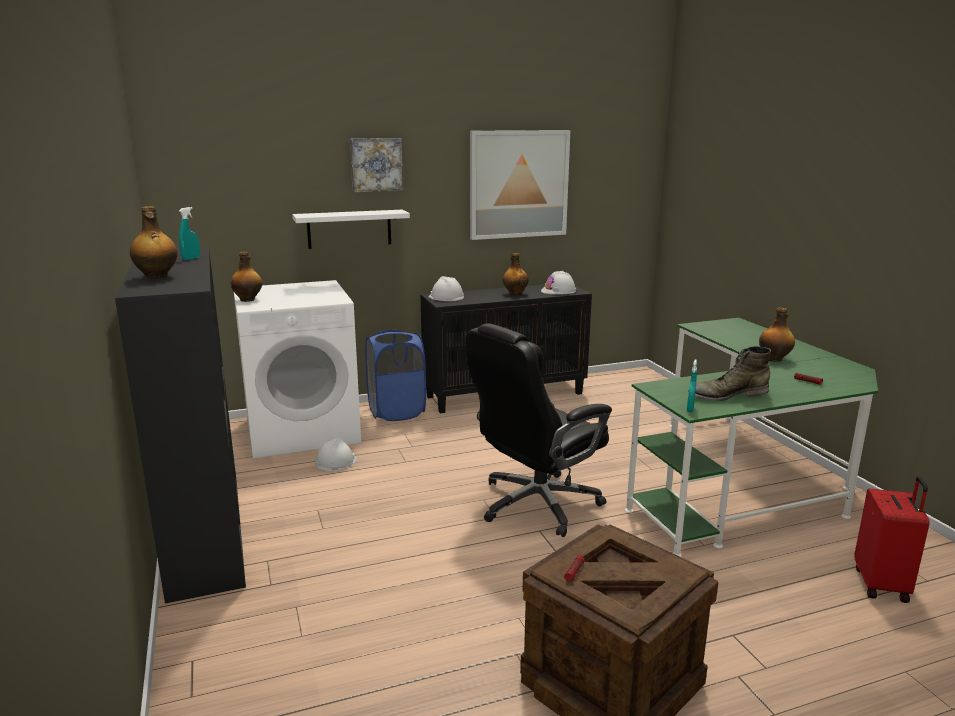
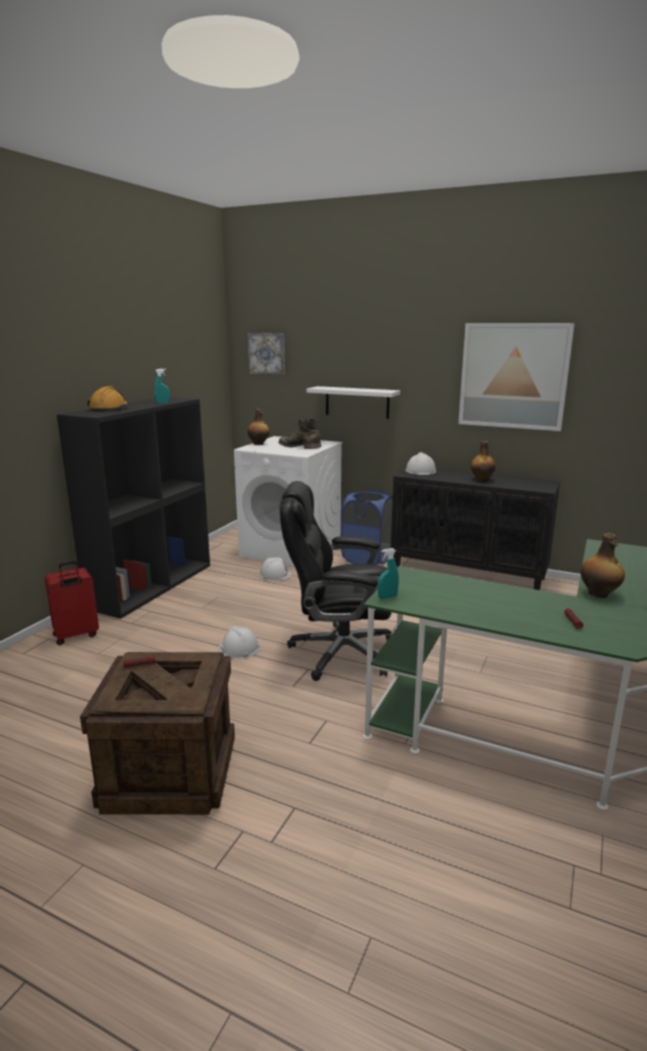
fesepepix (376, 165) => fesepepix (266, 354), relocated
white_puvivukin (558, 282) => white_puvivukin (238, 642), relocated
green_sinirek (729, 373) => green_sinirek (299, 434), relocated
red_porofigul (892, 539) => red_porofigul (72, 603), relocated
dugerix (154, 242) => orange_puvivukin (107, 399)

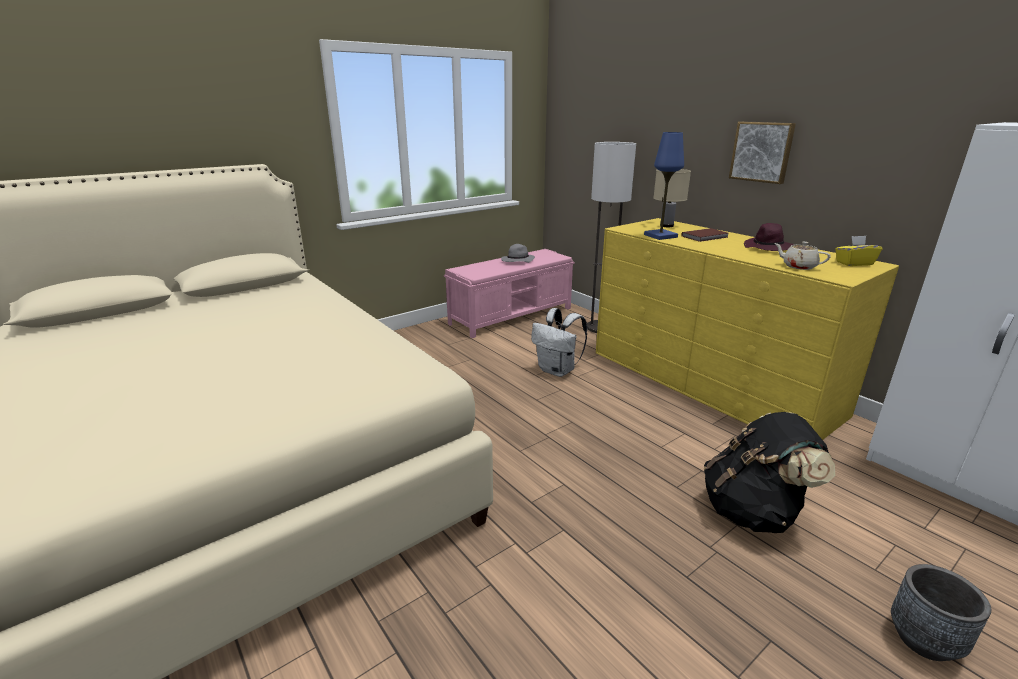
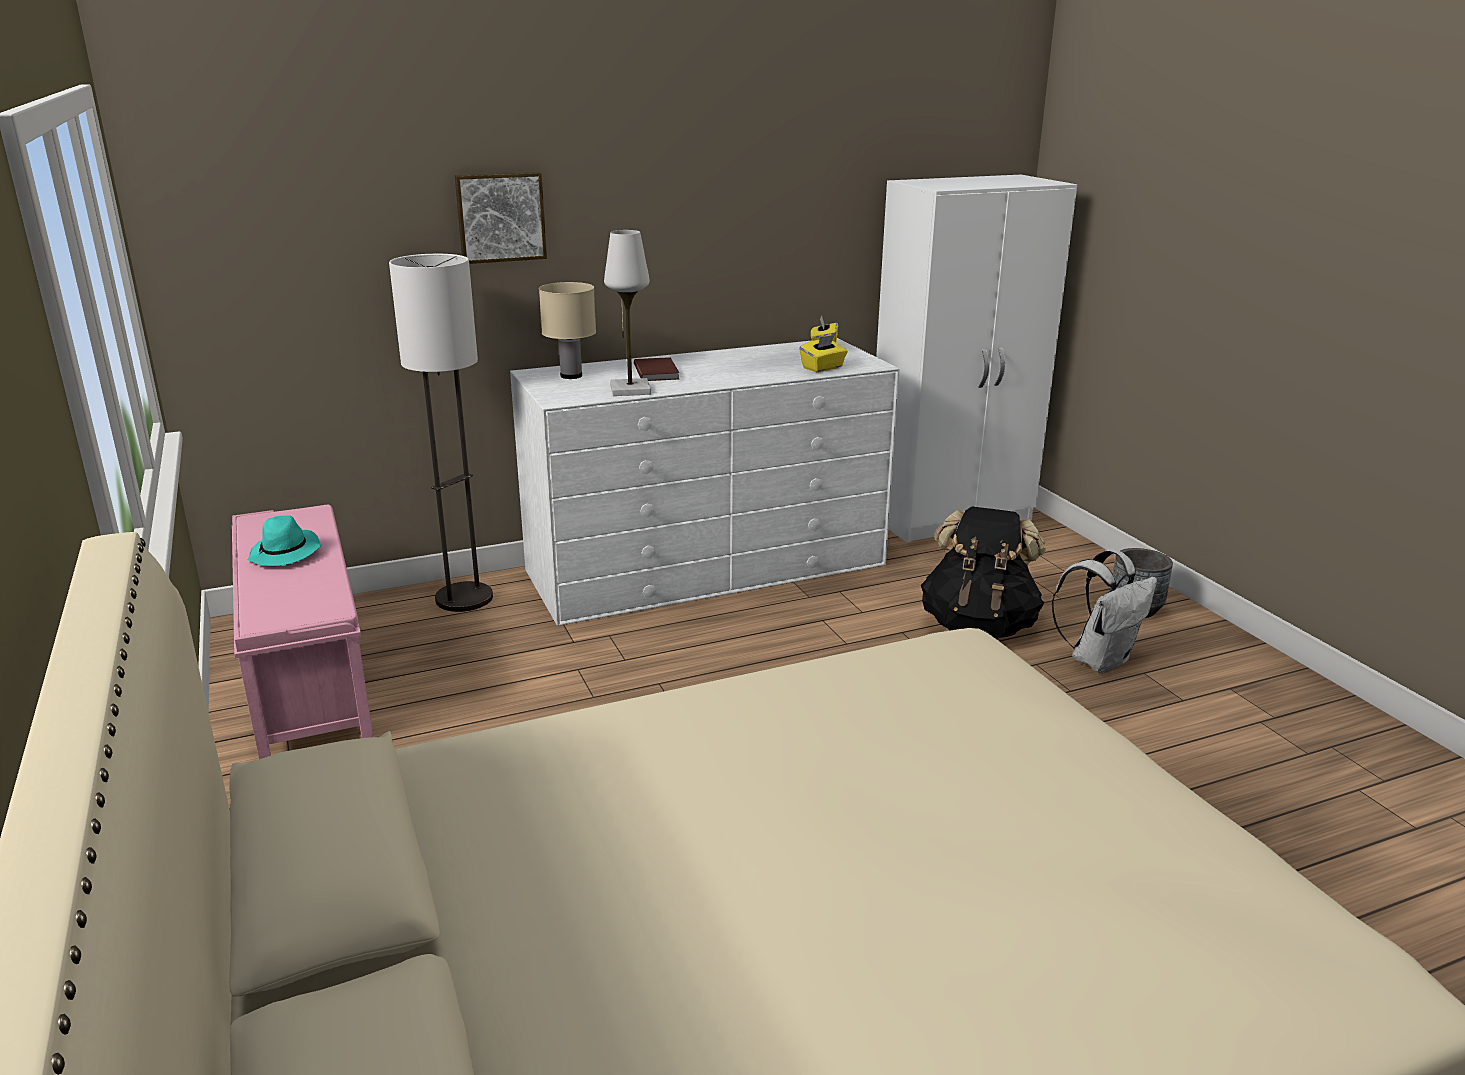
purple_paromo (769, 237) => nothing
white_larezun (559, 342) => white_larezun (1104, 611), relocated
fesepepix (762, 152) => fesepepix (501, 218), relocated
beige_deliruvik (802, 256) => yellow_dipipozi (823, 353)
grey_paromo (518, 253) => turquoise_paromo (284, 540)
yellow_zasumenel (747, 329) => white_zasumenel (705, 482)
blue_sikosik (664, 186) => white_sikosik (627, 313)

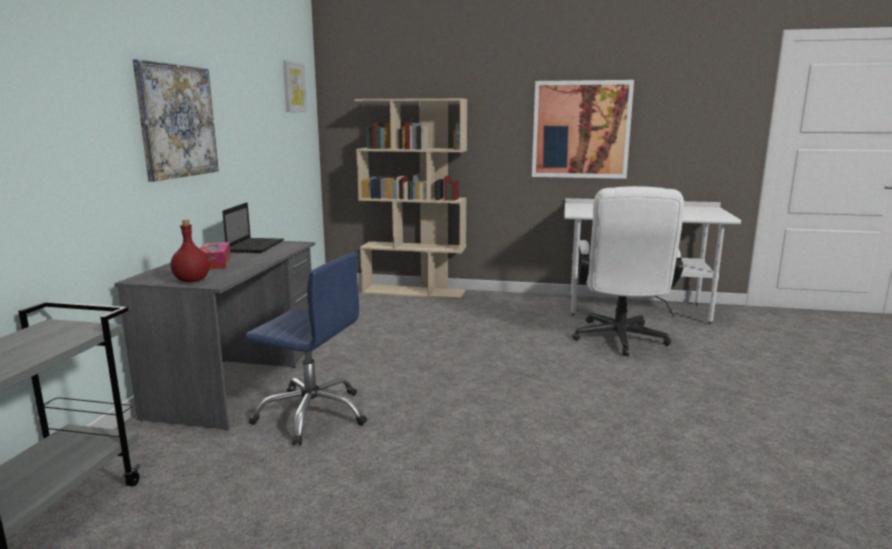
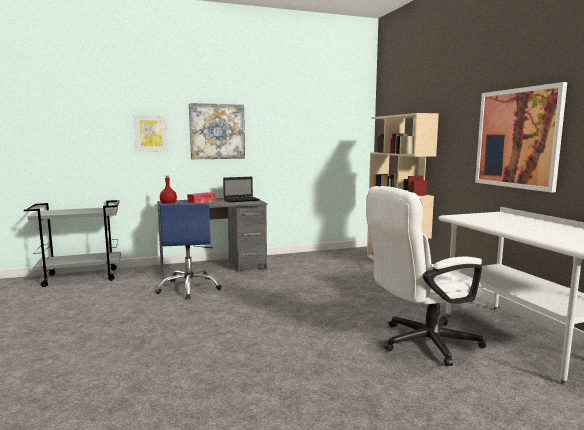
fesepepix (295, 86) => fesepepix (150, 133), relocated

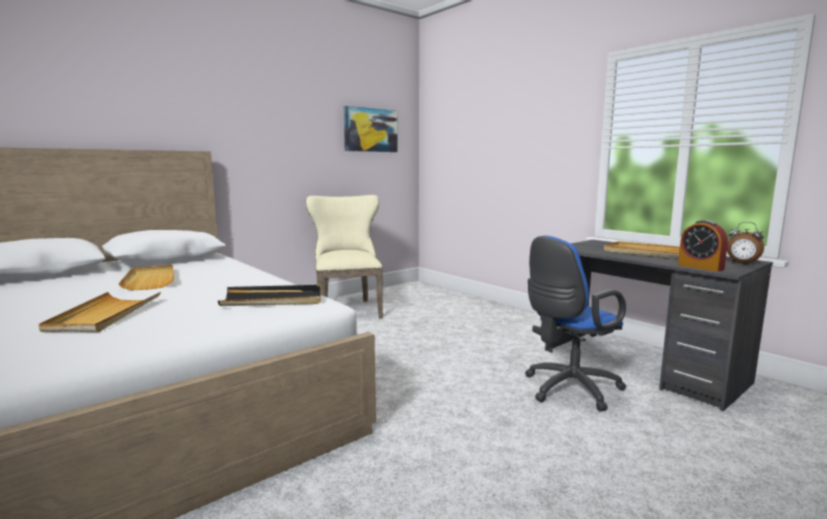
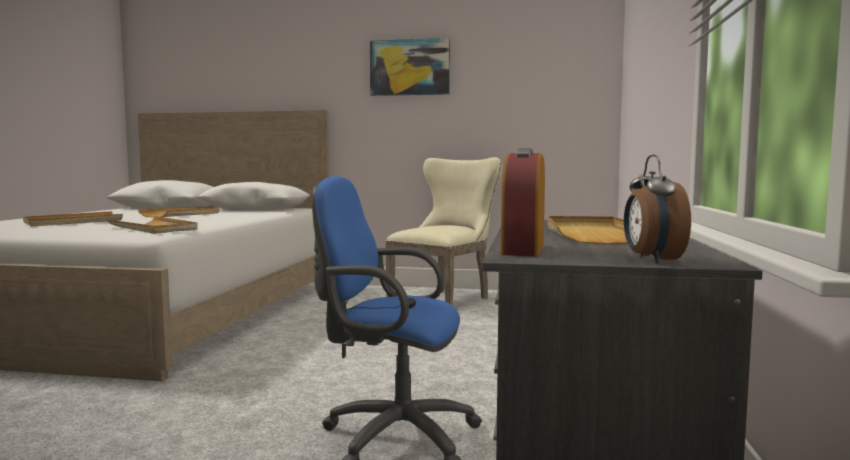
fesepepix (371, 129) => fesepepix (410, 67), relocated
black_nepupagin (269, 295) => beige_nepupagin (152, 225)

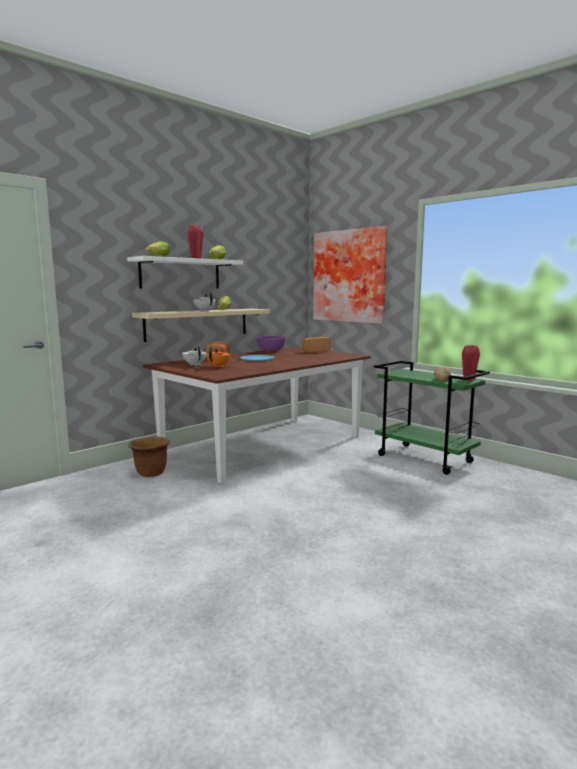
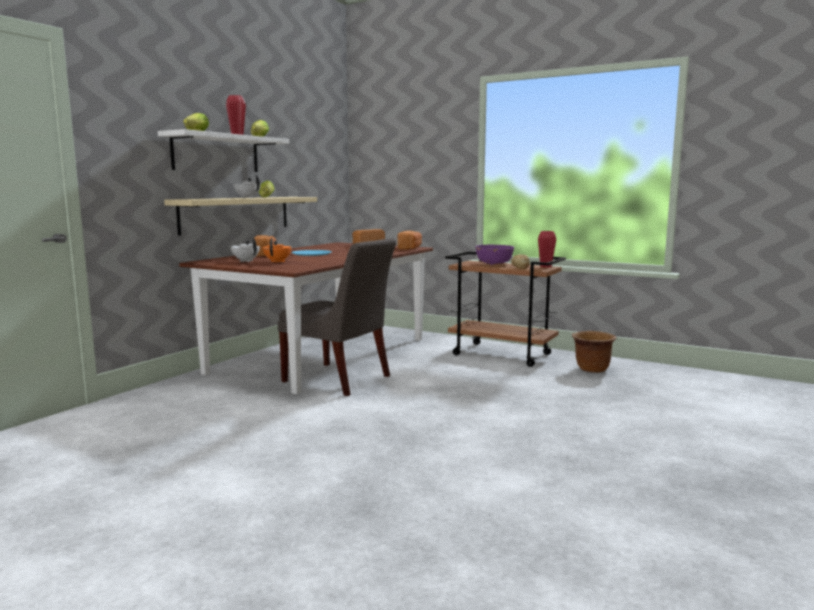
fesepepix (350, 275) => nothing
nothing => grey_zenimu (337, 317)
nothing => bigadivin (409, 240)
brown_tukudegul (149, 457) => brown_tukudegul (594, 352), relocated
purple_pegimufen (271, 344) => purple_pegimufen (495, 255), relocated
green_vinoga (432, 418) => brown_vinoga (505, 309)

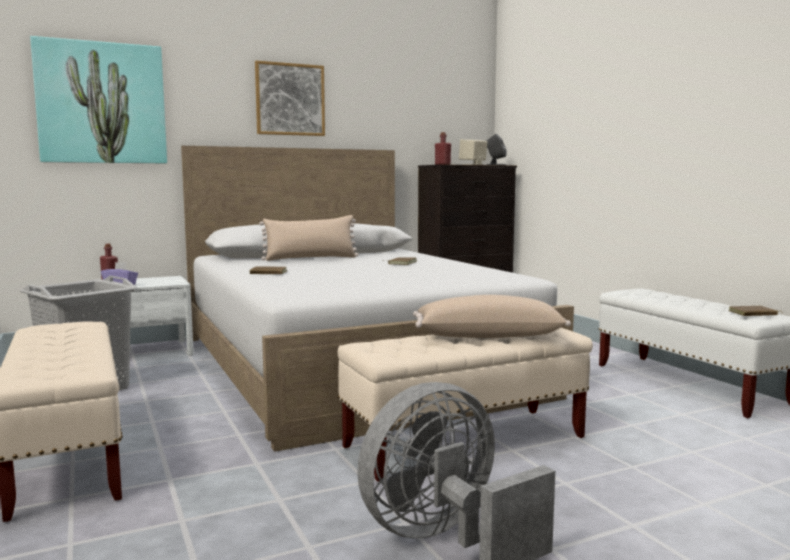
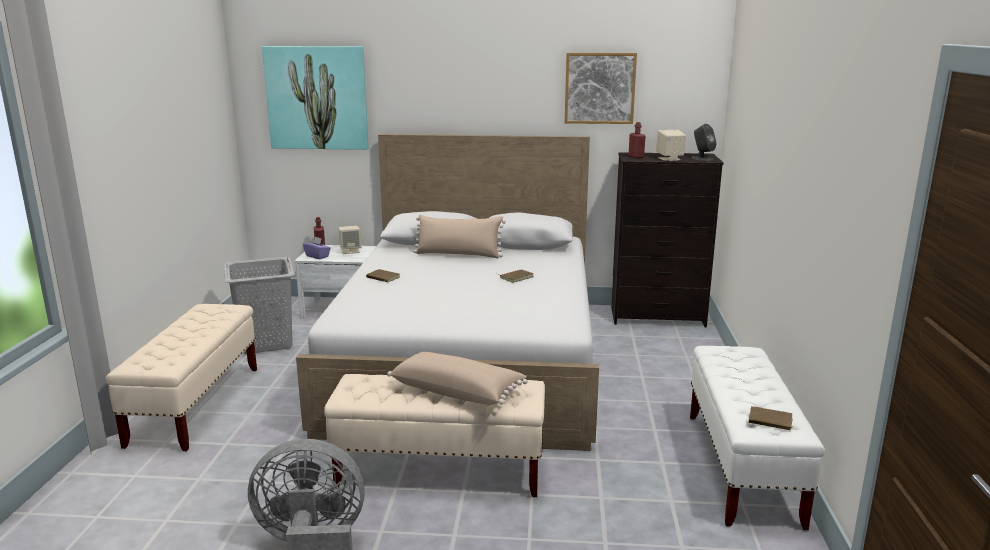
nothing => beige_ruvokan (350, 240)
fesepepix (290, 98) => fesepepix (601, 88), relocated

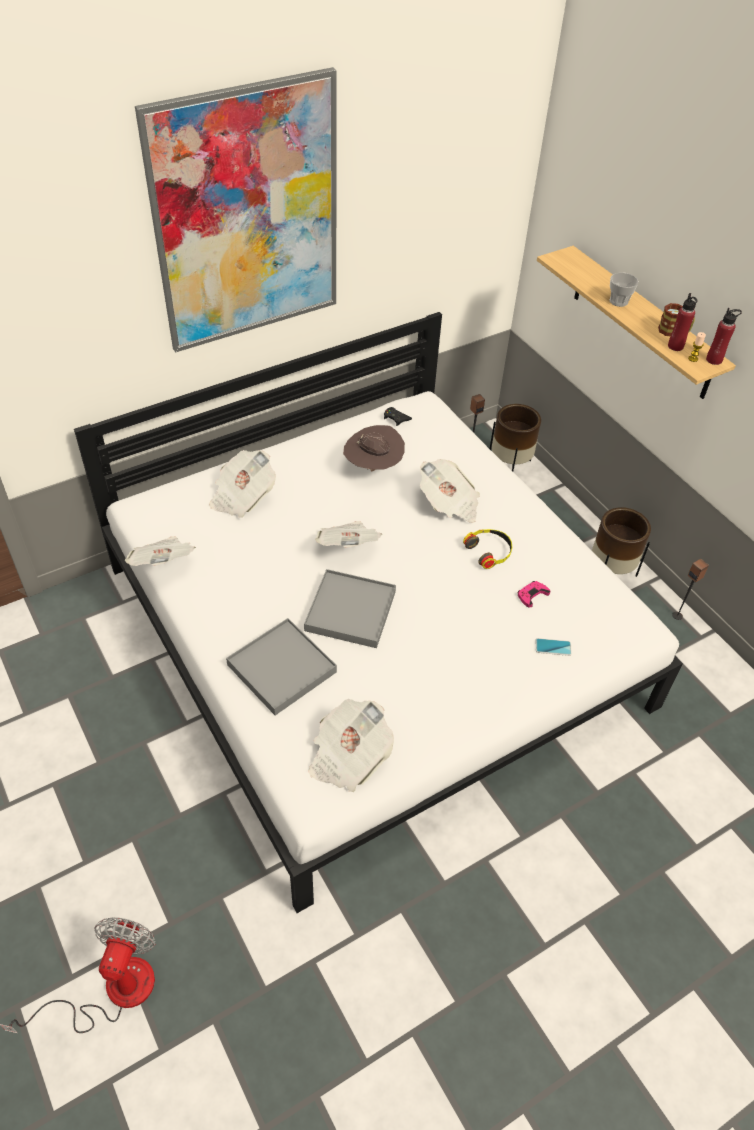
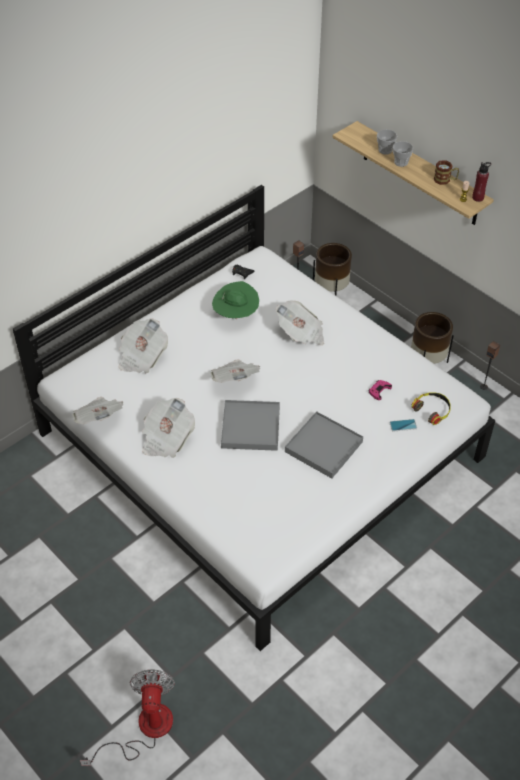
fesepepix (236, 209) => nothing
red_dugerix (682, 322) => nothing
nothing => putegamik (387, 142)
grey_nepupagin (281, 666) => grey_nepupagin (324, 444), relocated
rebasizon (351, 745) => rebasizon (168, 428), relocated
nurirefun (487, 549) => nurirefun (431, 408), relocated
brown_paromo (374, 448) => green_paromo (235, 300)

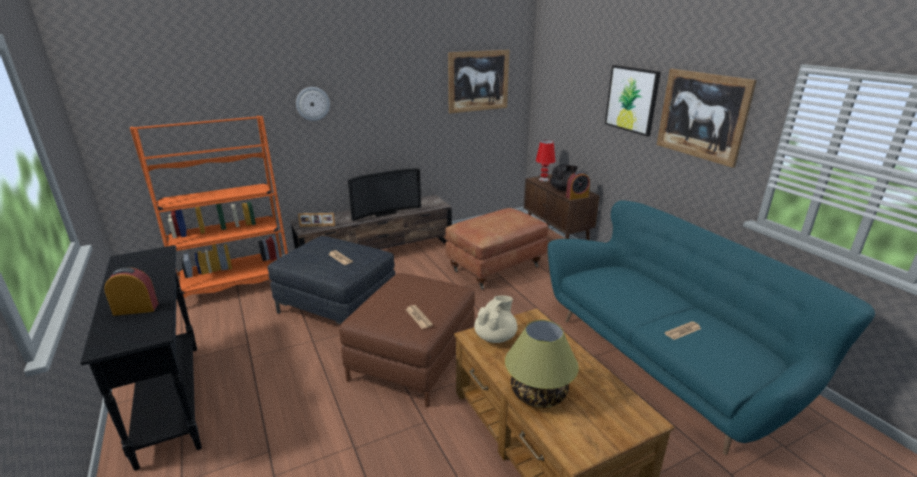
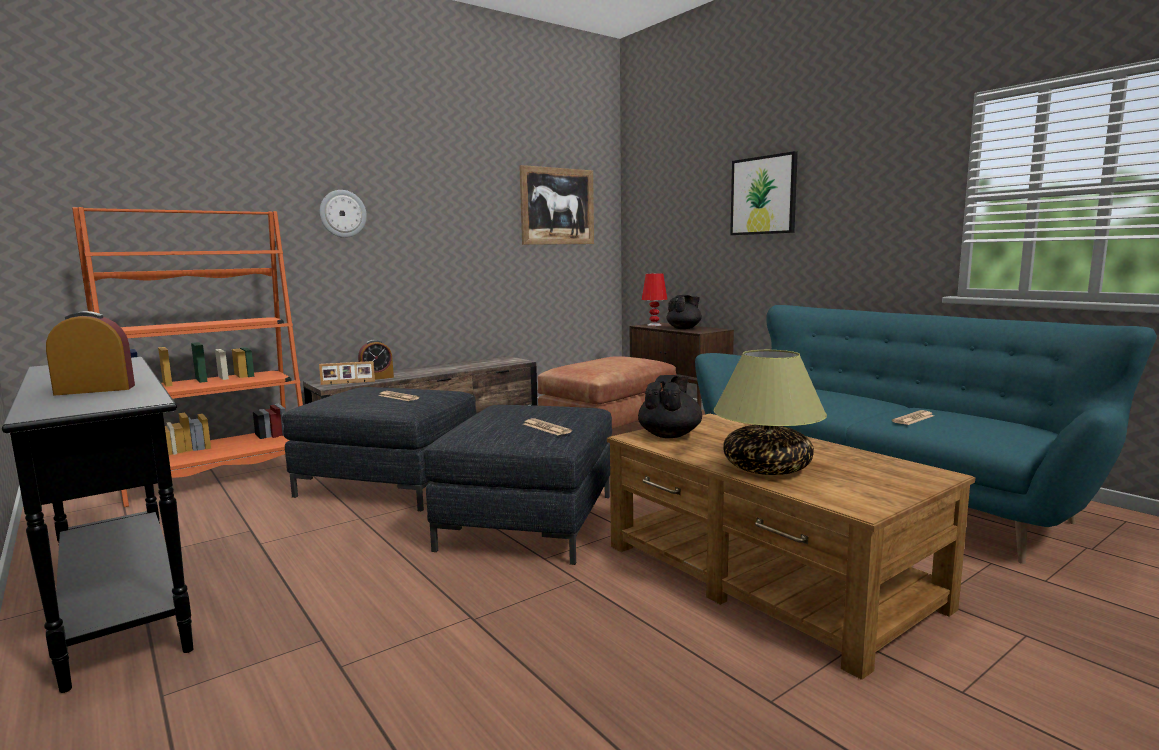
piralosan (384, 194) => nothing
fesepepix (707, 118) => nothing
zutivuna (578, 185) => zutivuna (376, 360), relocated
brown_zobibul (407, 340) => grey_zobibul (517, 485)
beige_deliruvik (495, 319) => black_deliruvik (670, 406)

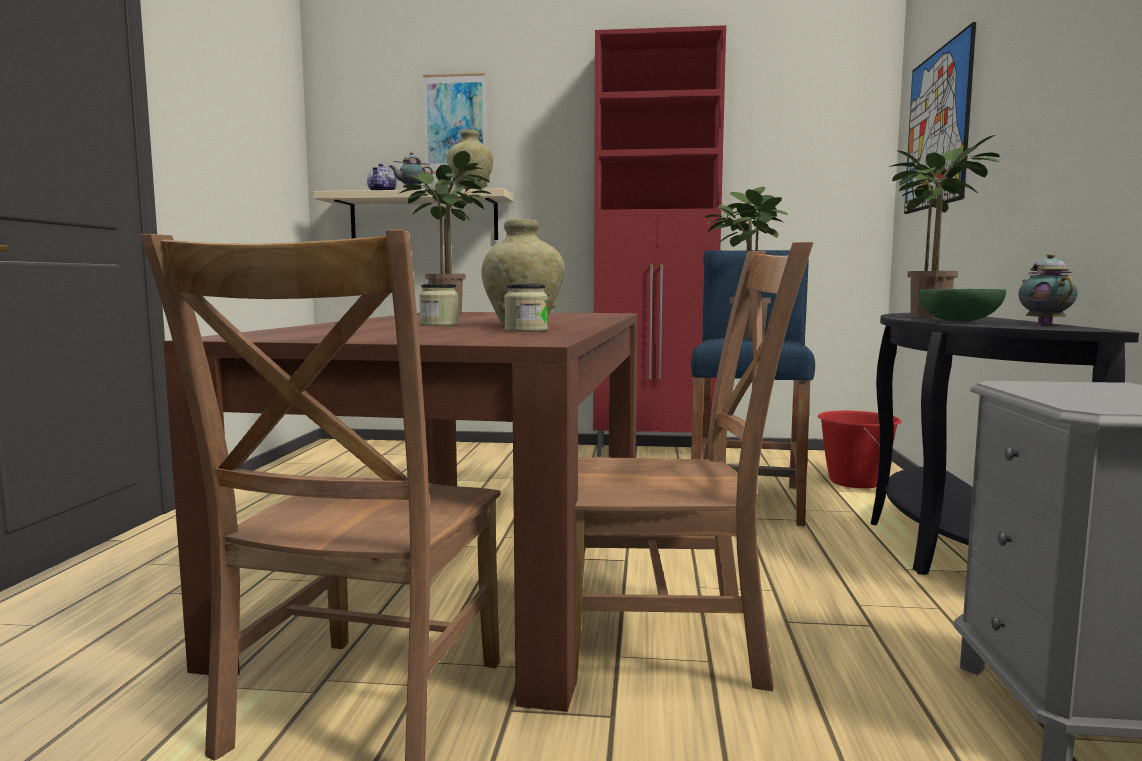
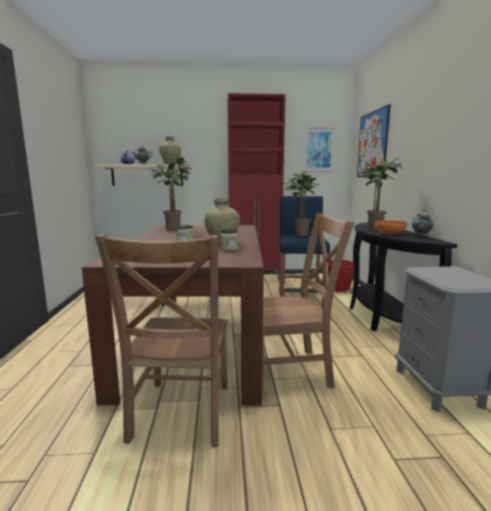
fesepepix (454, 123) => fesepepix (319, 150), relocated
green_pegimufen (962, 305) => orange_pegimufen (391, 227)

